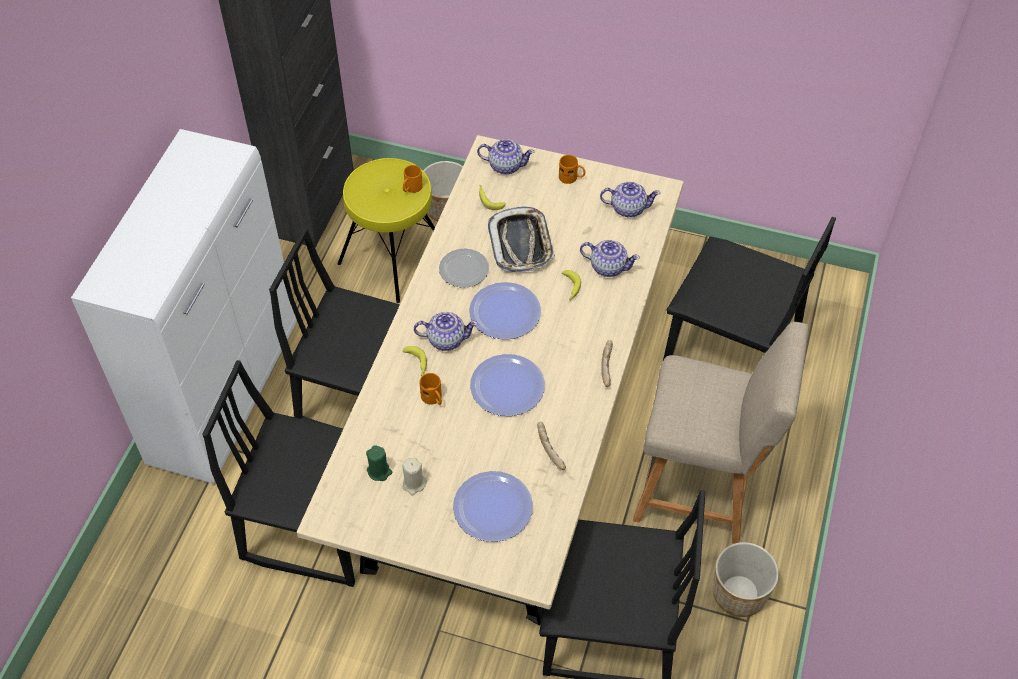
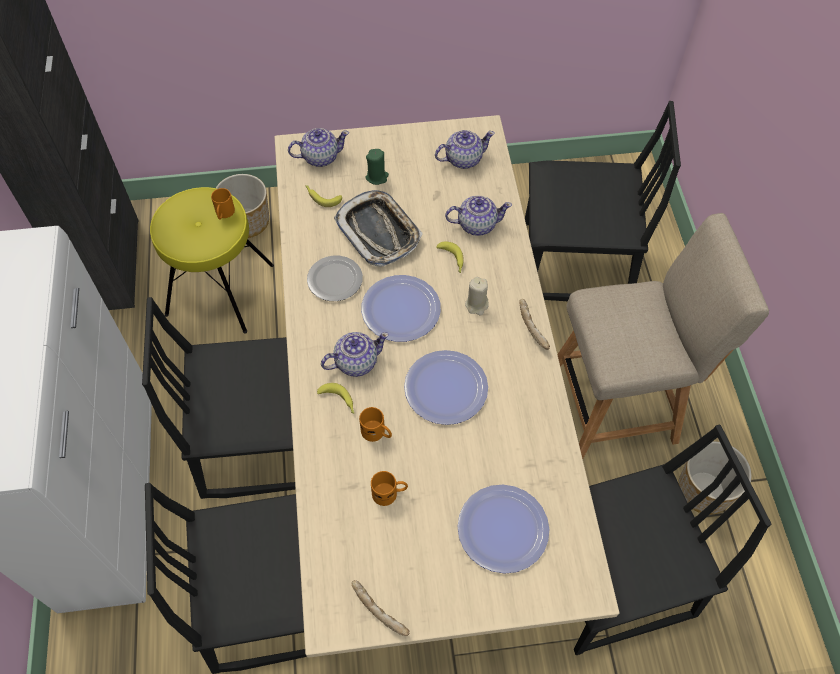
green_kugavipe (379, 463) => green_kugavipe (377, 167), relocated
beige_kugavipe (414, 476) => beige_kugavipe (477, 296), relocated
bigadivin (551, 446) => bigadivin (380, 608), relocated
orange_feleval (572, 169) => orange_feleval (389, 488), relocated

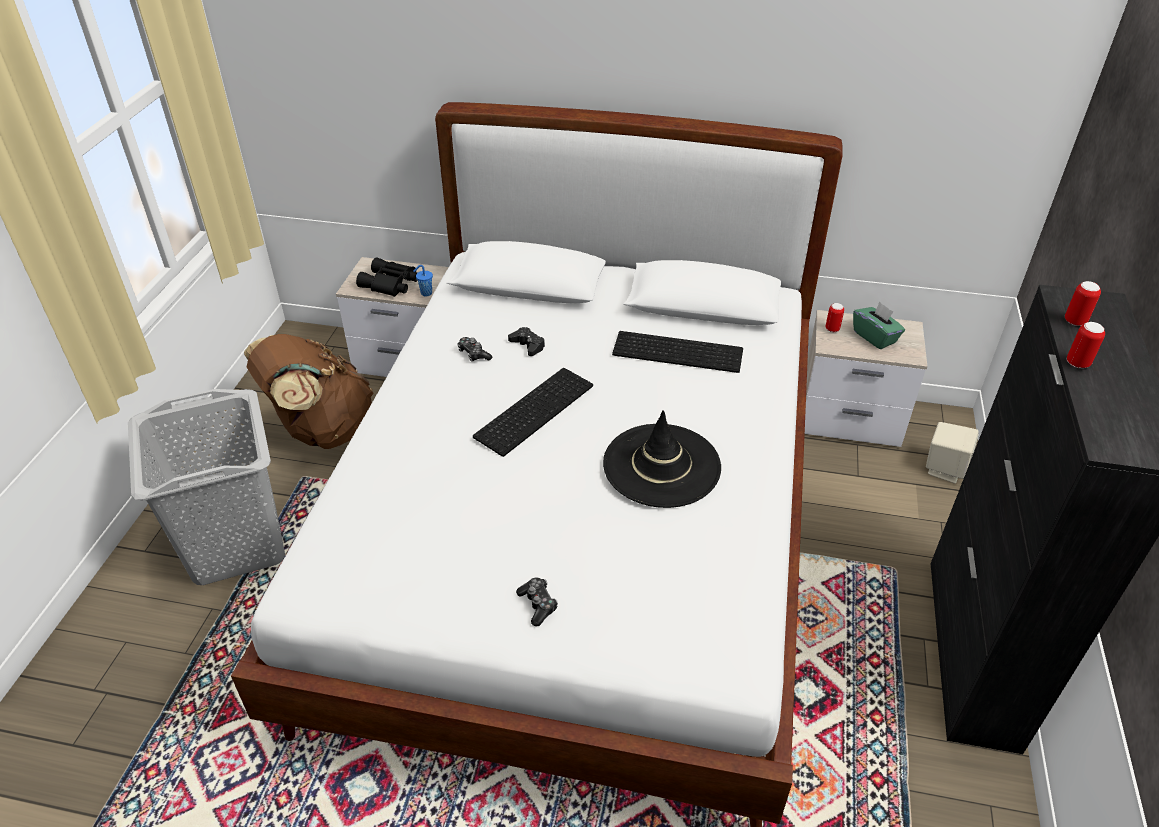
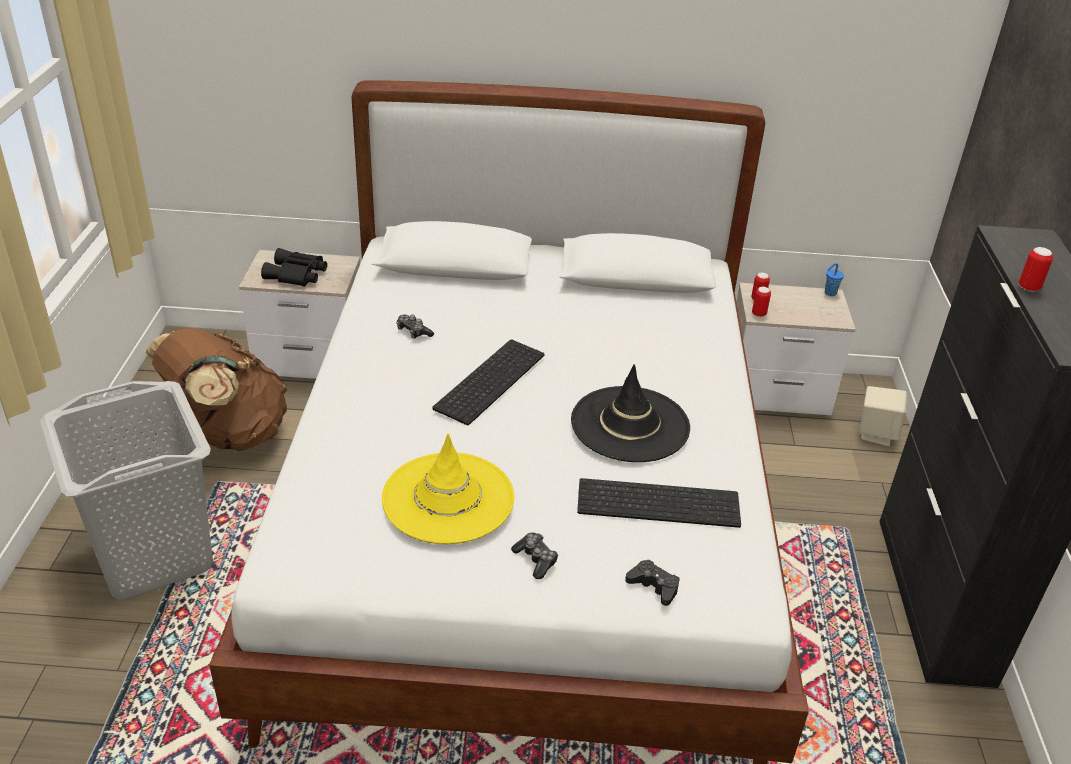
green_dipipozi (879, 325) => nothing
nothing => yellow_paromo (448, 489)
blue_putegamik (423, 281) => blue_putegamik (834, 279), relocated
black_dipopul (526, 341) => black_dipopul (652, 582), relocated
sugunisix (677, 352) => sugunisix (659, 503), relocated
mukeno (1083, 303) => mukeno (761, 302), relocated

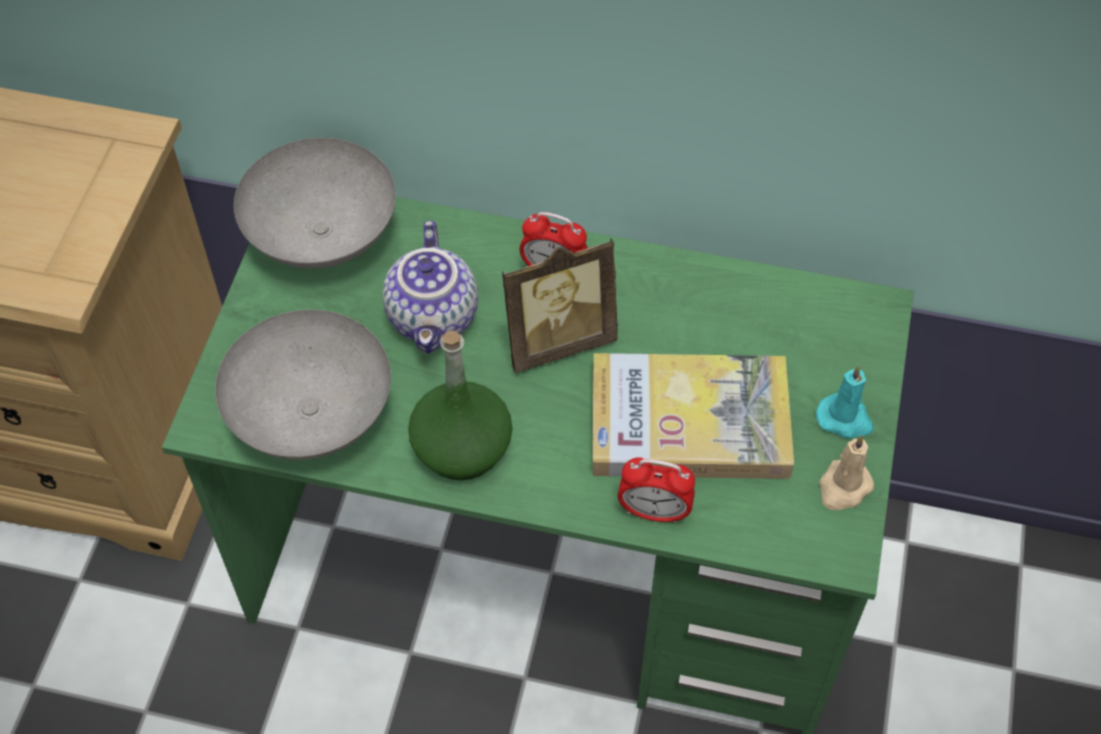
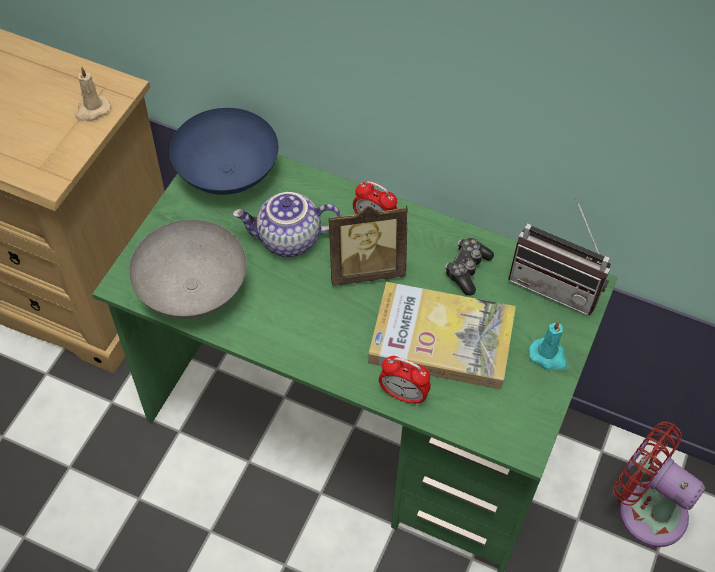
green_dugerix (460, 405) => nothing
nothing => dipopul (469, 266)
nothing => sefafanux (559, 257)
nothing => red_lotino (659, 484)
beige_kugavipe (846, 472) => beige_kugavipe (93, 93), relocated
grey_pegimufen (315, 203) => blue_pegimufen (224, 151)
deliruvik (430, 287) => deliruvik (287, 224), 75 degrees clockwise

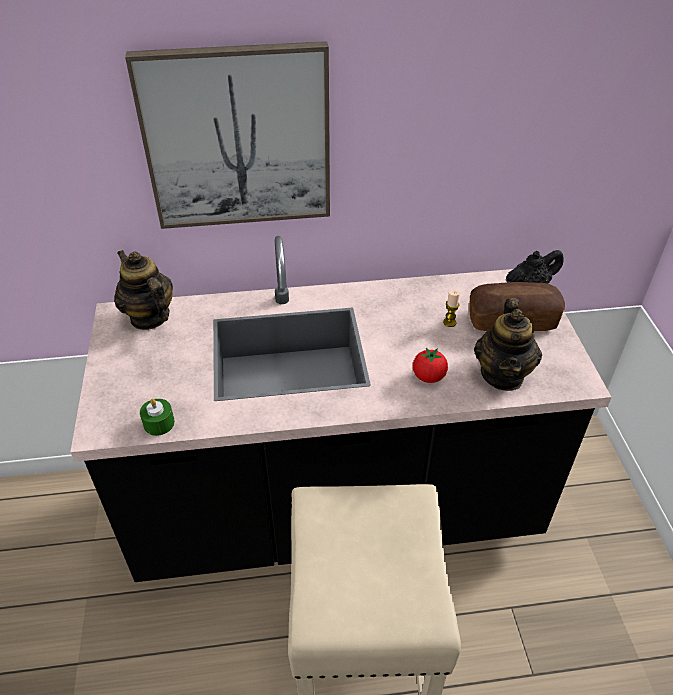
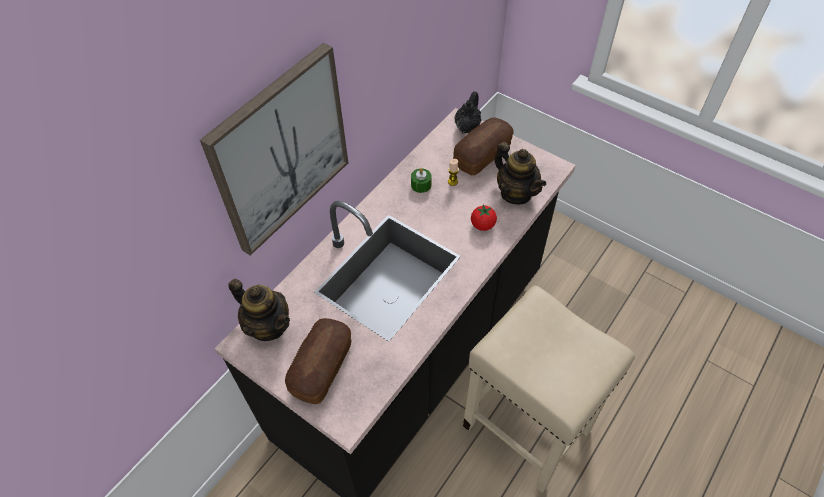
nothing => bigadivin (318, 361)
green_kugavipe (157, 417) => green_kugavipe (421, 180), relocated
deliruvik (143, 290) => deliruvik (259, 310), 150 degrees counterclockwise

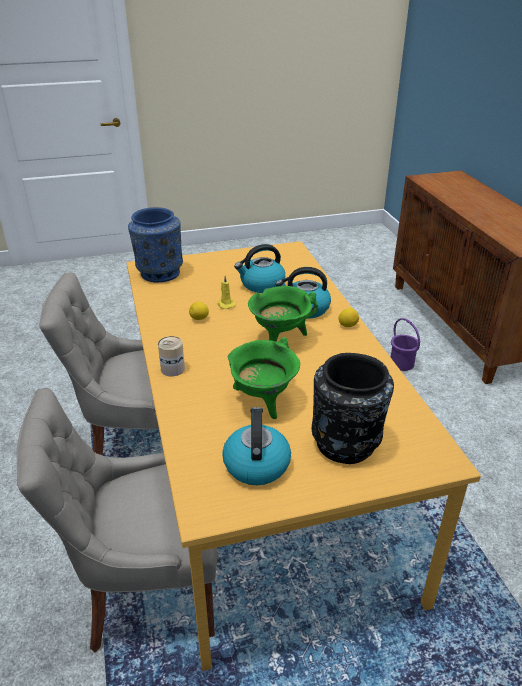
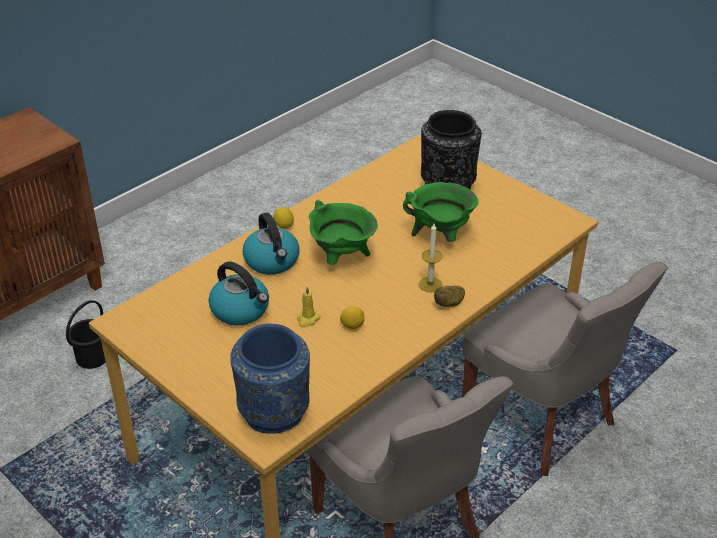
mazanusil (256, 446) => nothing
nothing => kugavipe (430, 258)
mukeno (171, 356) => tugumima (449, 296)
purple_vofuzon (405, 344) => black_vofuzon (86, 334)

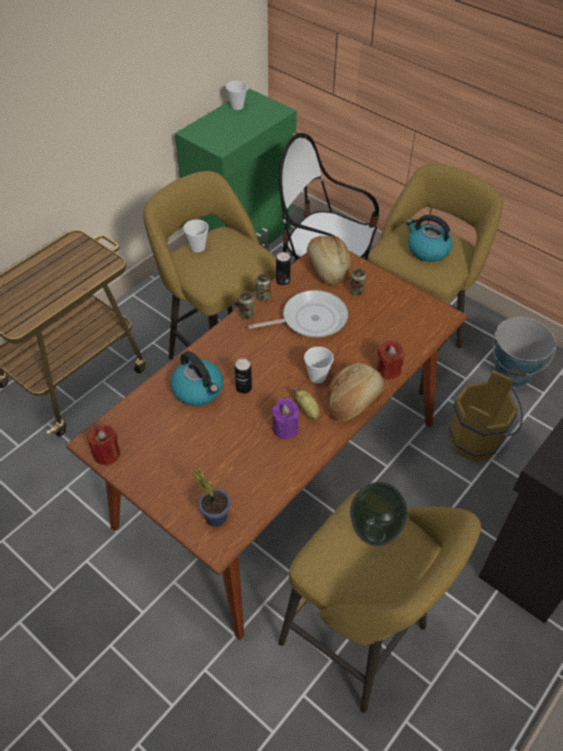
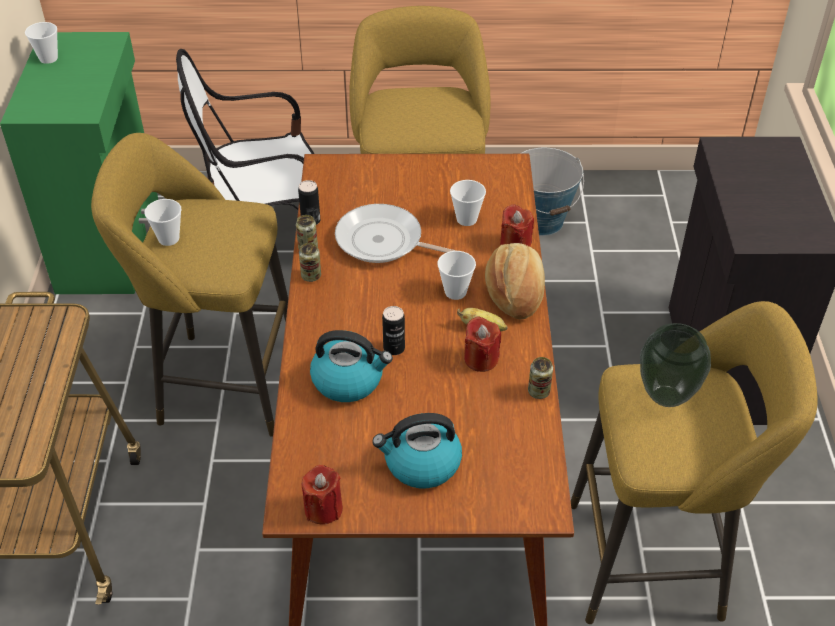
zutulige (211, 497) => nothing
bigadivin (329, 260) => nothing
brown_vofuzon (486, 415) => nothing
nothing => putegamik (468, 203)
mukeno (358, 282) => mukeno (540, 378), relocated
mazanusil (429, 238) => mazanusil (417, 450), relocated
purple_kugavipe (285, 418) => red_kugavipe (482, 344)
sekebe (298, 314) => sekebe (395, 233), 105 degrees counterclockwise

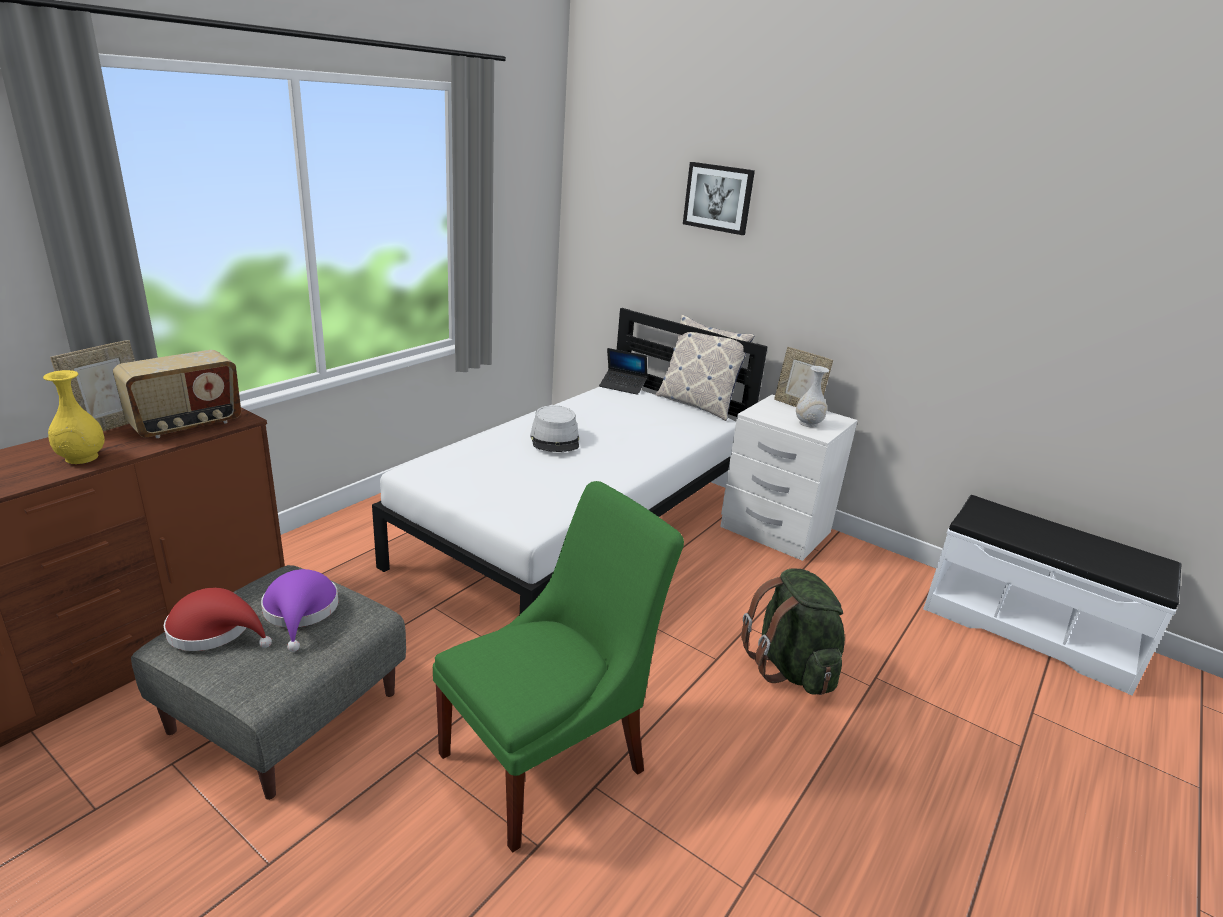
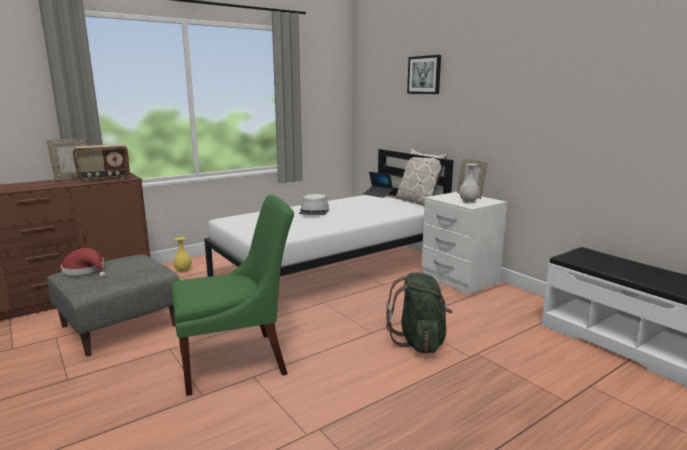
purple_paromo (299, 610) => nothing
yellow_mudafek (74, 417) => yellow_mudafek (183, 254), relocated

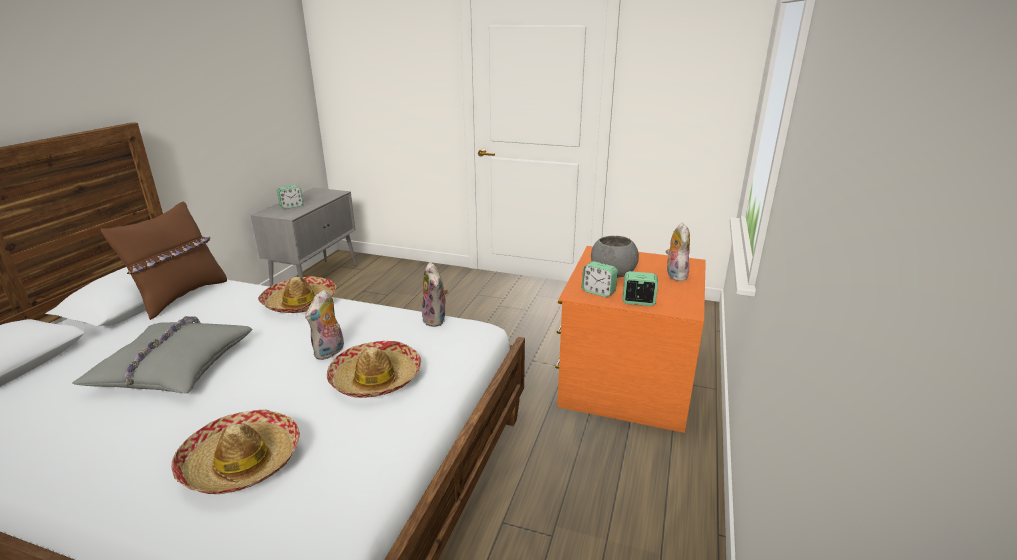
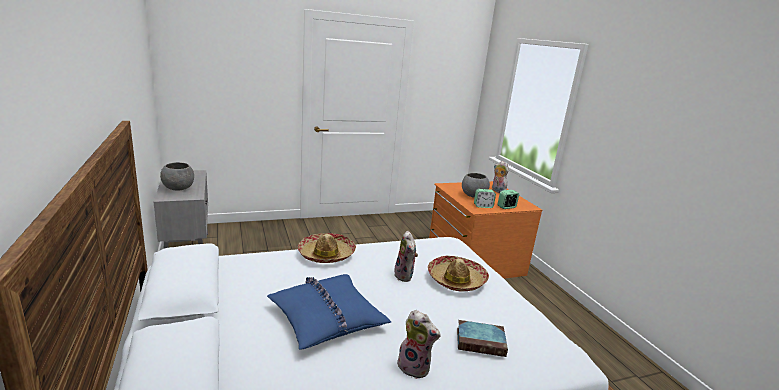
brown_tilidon (164, 261) => nothing
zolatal (435, 294) => zolatal (419, 344), relocated
paromo (235, 452) => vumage (482, 338)
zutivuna (290, 197) => grey_pegimufen (177, 176)
grey_tilidon (162, 354) => blue_tilidon (329, 312)

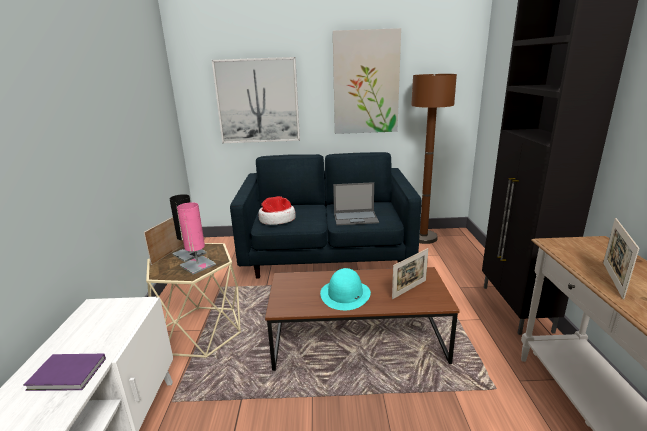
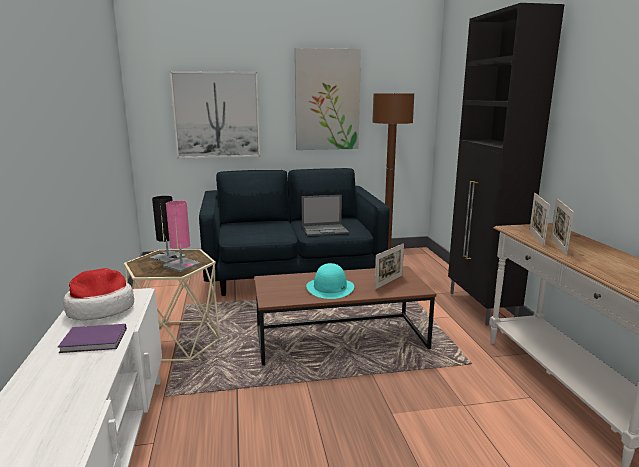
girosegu (164, 241) => girosegu (539, 220), relocated
paromo (277, 210) => paromo (98, 294), relocated

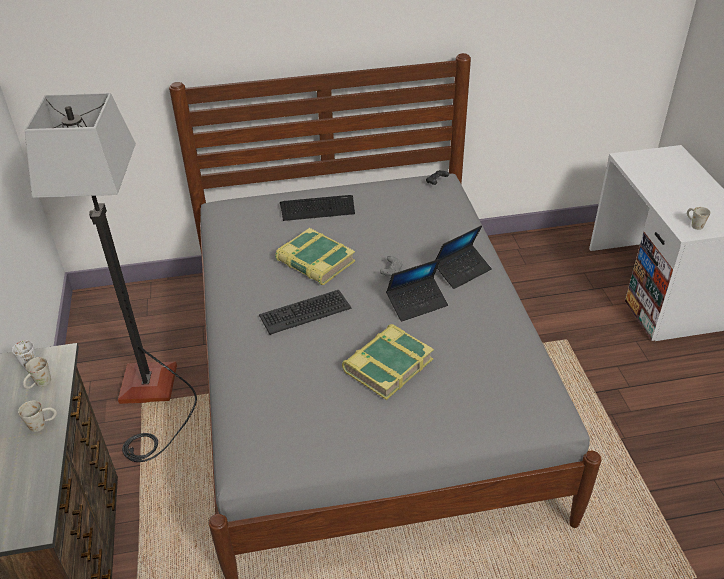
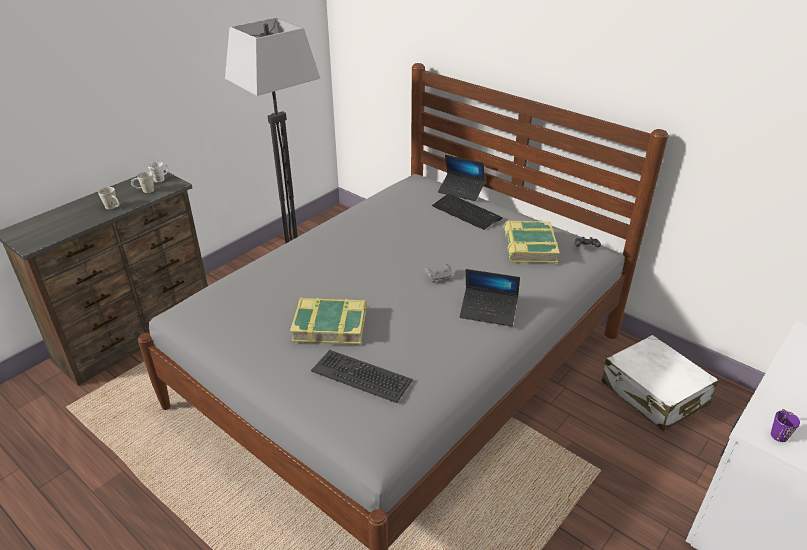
nothing => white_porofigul (660, 383)
sugunisix (305, 312) => sugunisix (362, 376), relocated
vumage (315, 256) => vumage (531, 241), relocated
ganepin (417, 290) => ganepin (461, 178), relocated
white_feleval (699, 218) => purple_feleval (785, 425)

